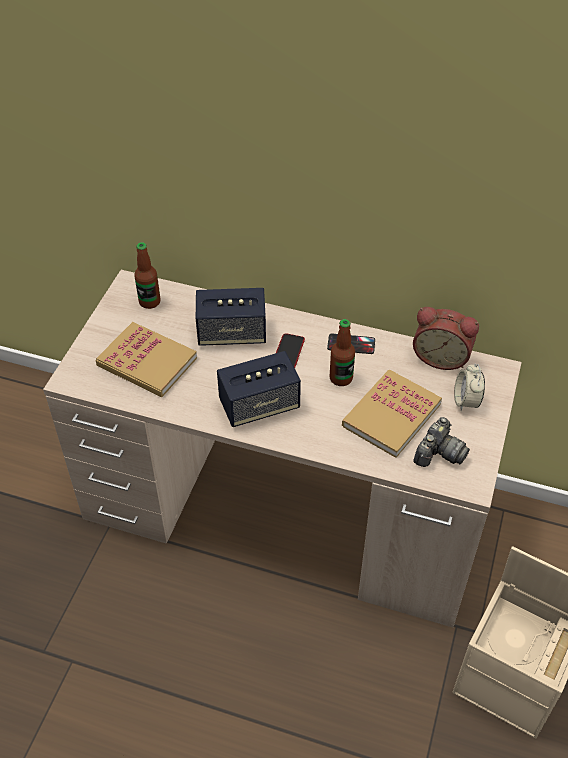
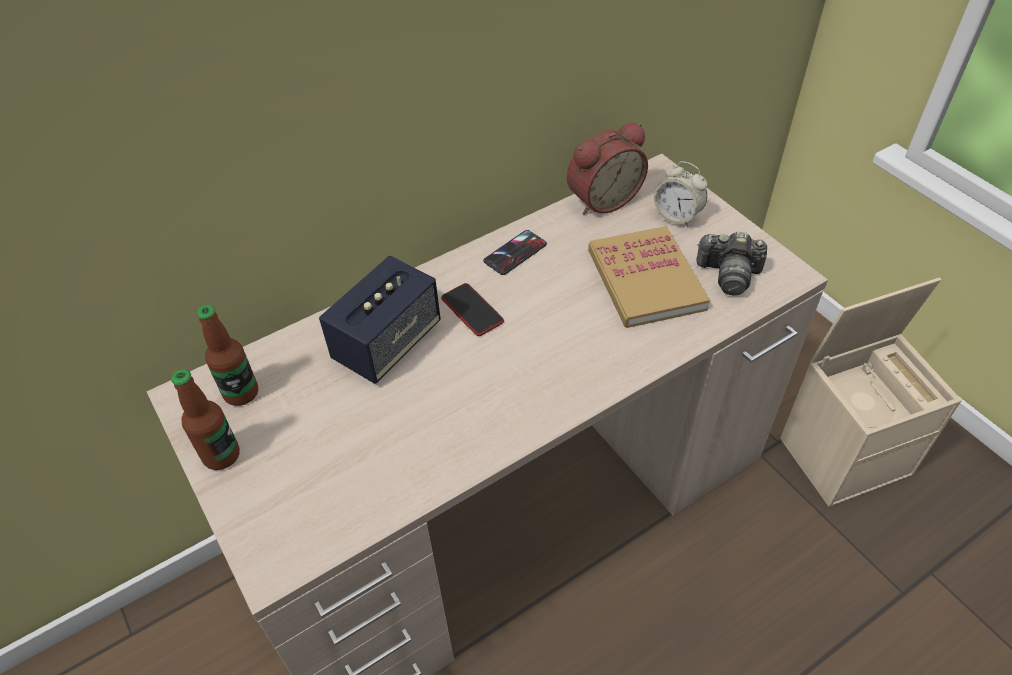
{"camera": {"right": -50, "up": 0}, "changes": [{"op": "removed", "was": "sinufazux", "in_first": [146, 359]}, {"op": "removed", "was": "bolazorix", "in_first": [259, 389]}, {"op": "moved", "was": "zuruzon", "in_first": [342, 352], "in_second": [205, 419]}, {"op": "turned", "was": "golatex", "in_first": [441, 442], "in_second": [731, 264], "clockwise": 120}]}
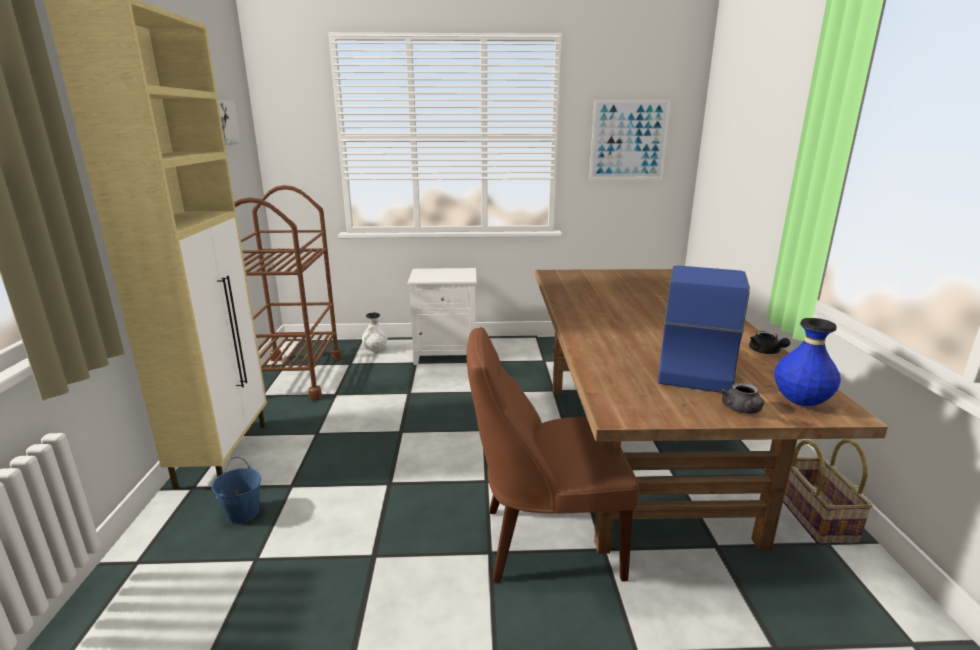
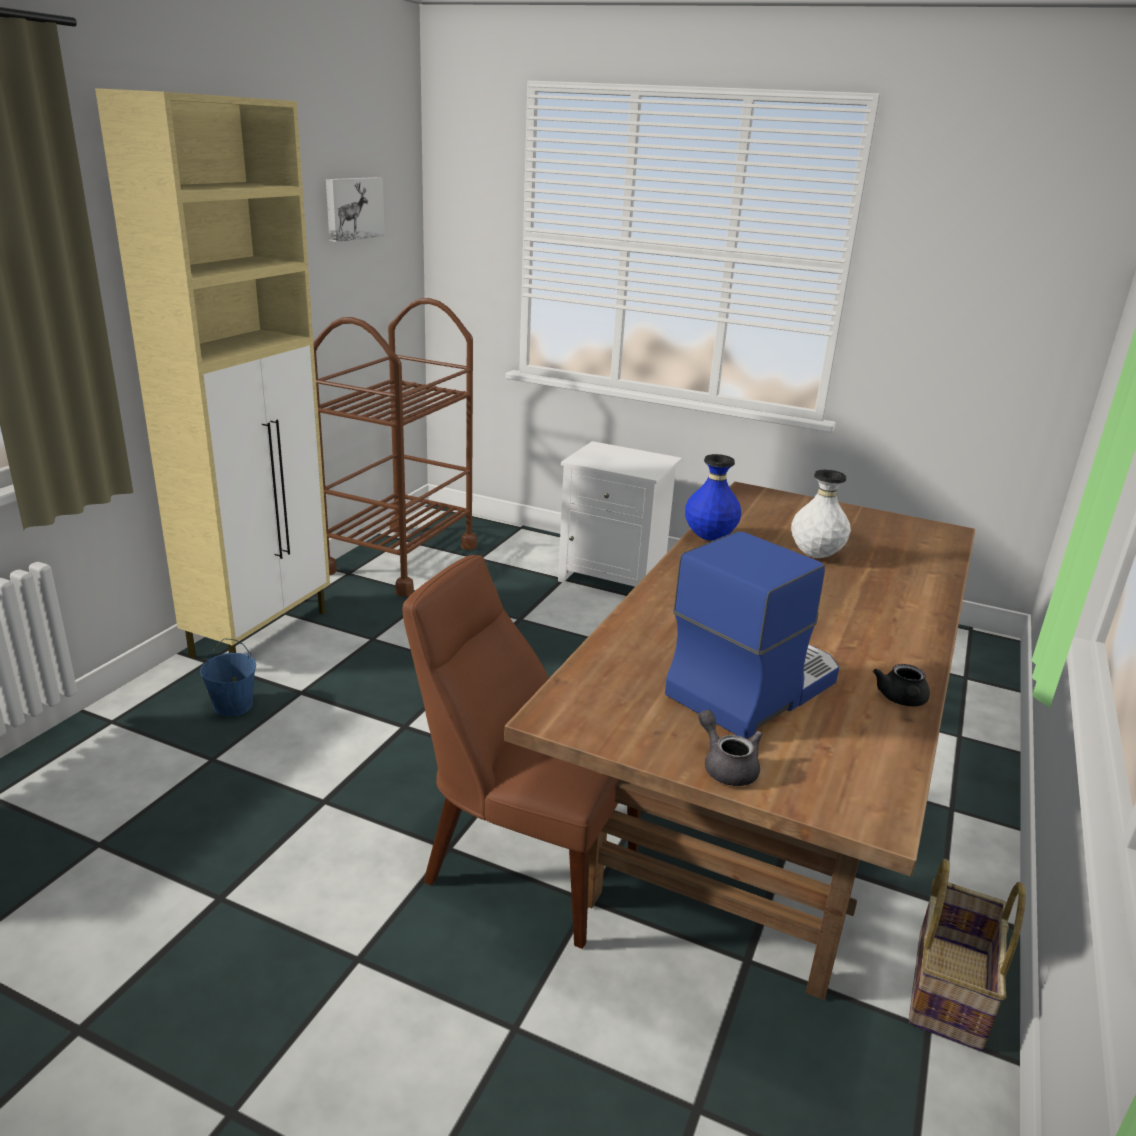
{"camera": {"right": 25, "up": 5}, "changes": [{"op": "moved", "was": "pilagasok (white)", "in_first": [375, 332], "in_second": [821, 514]}, {"op": "removed", "was": "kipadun", "in_first": [630, 139]}, {"op": "turned", "was": "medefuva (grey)", "in_first": [741, 398], "in_second": [730, 748], "clockwise": 120}, {"op": "moved", "was": "pilagasok (blue)", "in_first": [807, 362], "in_second": [713, 497]}]}
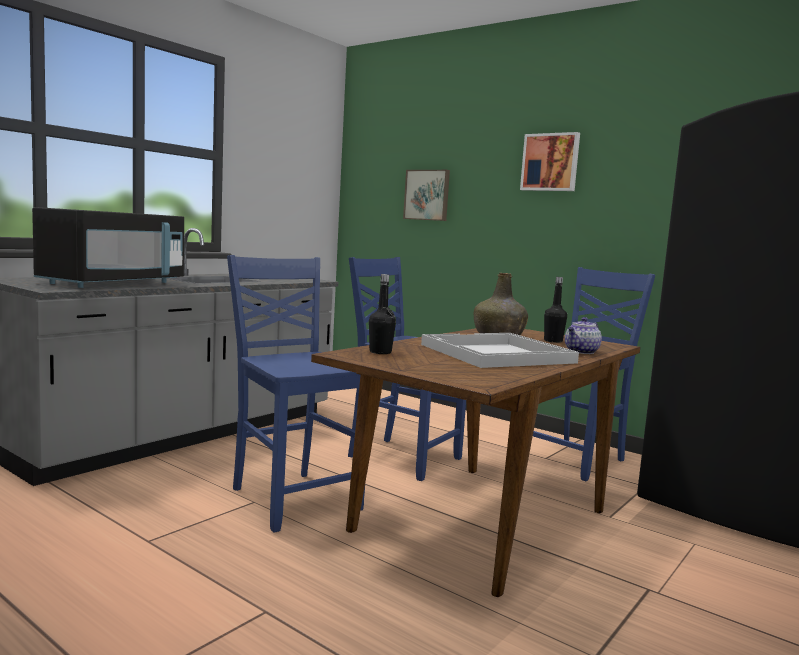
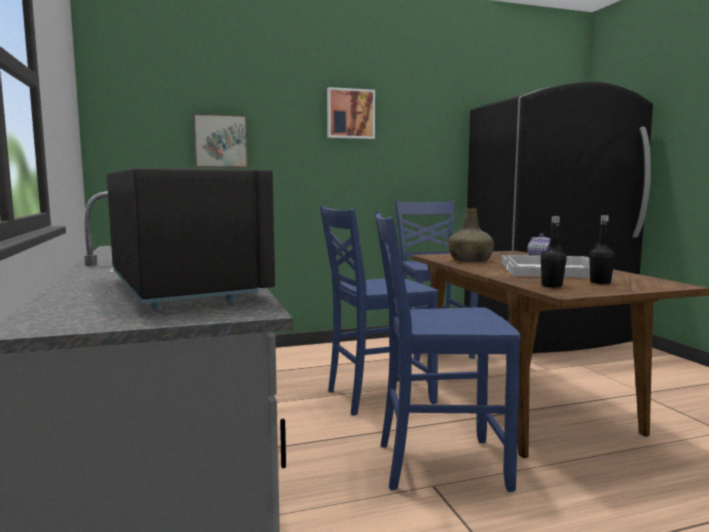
{"camera": {"right": -55, "up": 0}, "changes": [{"op": "moved", "was": "zuruzon (black)", "in_first": [555, 310], "in_second": [602, 249]}]}
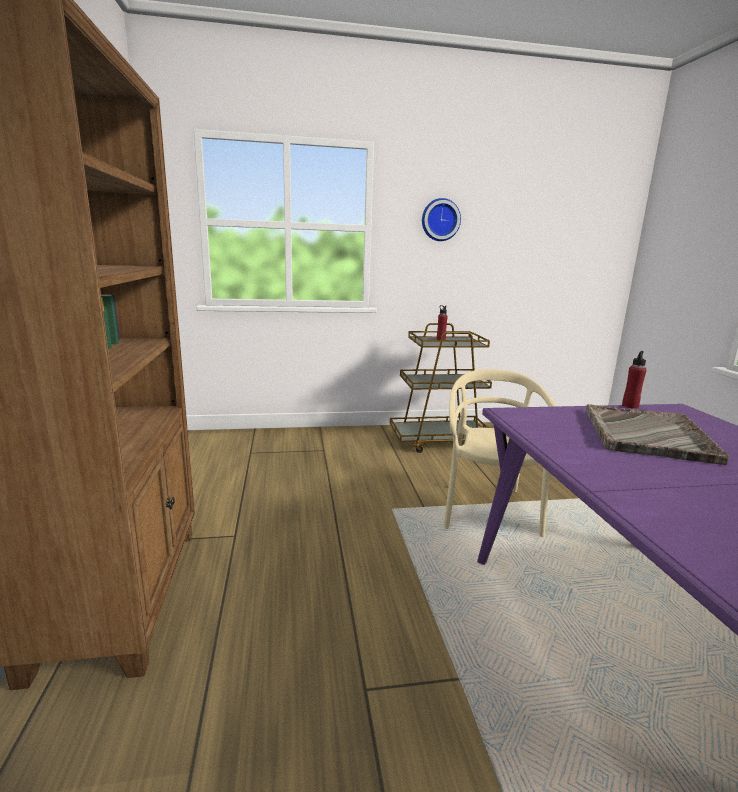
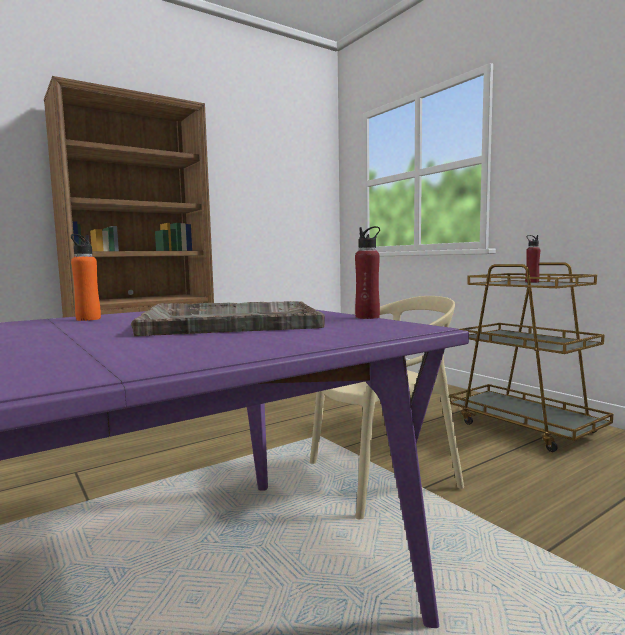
{"camera": {"right": 65, "up": -10}, "changes": [{"op": "removed", "was": "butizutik", "in_first": [441, 219]}, {"op": "added", "now": "zuruzon (orange)", "in_second": [86, 277]}]}
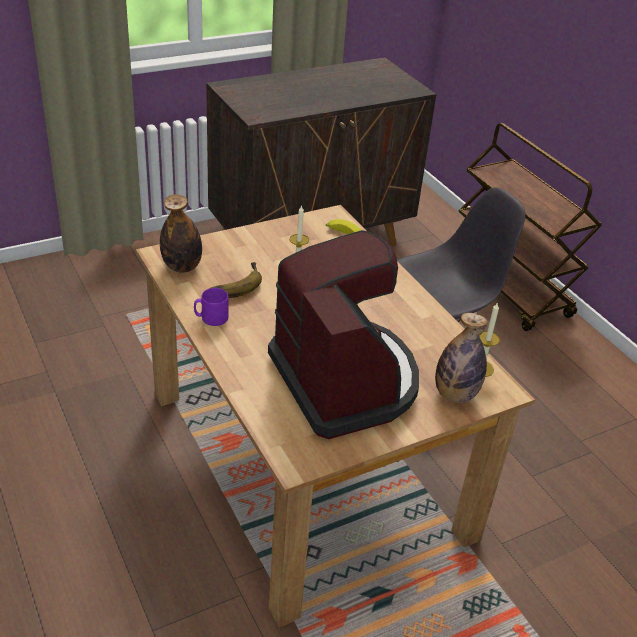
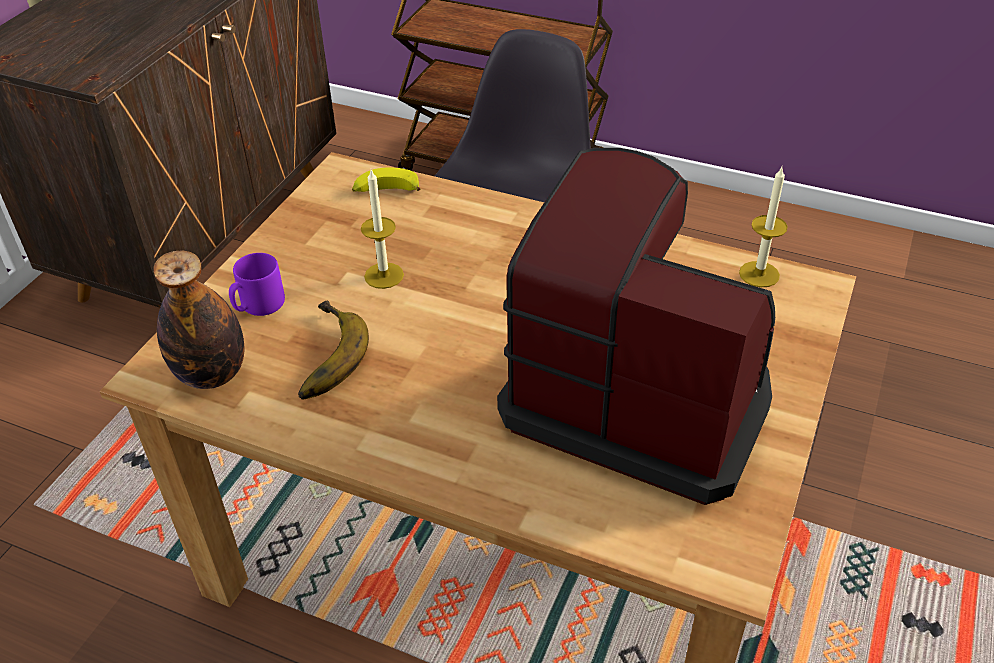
{"camera": {"right": -35, "up": 5}, "changes": [{"op": "moved", "was": "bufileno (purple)", "in_first": [211, 307], "in_second": [257, 284]}, {"op": "removed", "was": "zuruzon", "in_first": [461, 358]}]}
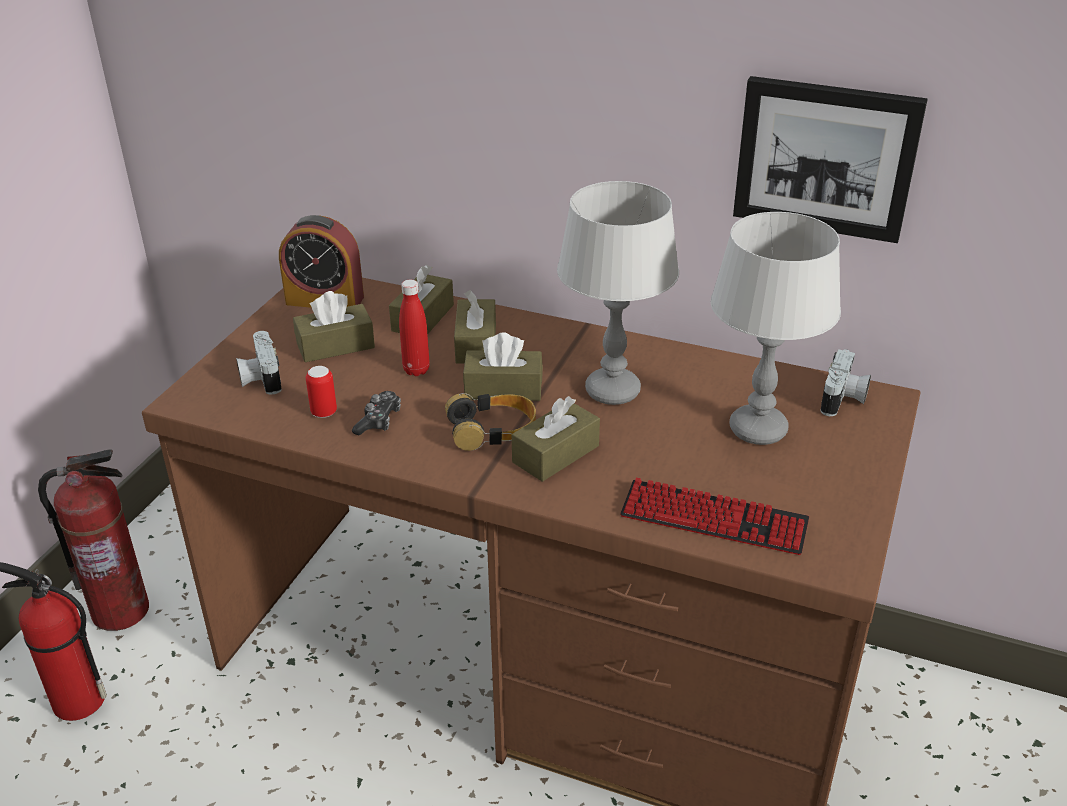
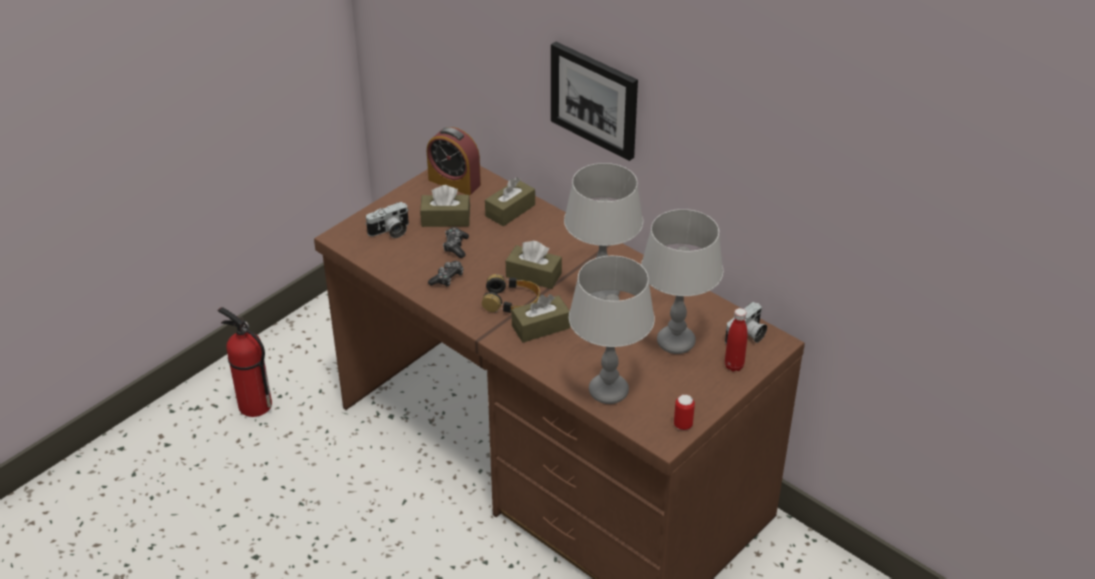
{"camera": {"right": 20, "up": 5}, "changes": [{"op": "removed", "was": "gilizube", "in_first": [93, 540]}, {"op": "turned", "was": "golatex", "in_first": [259, 363], "in_second": [387, 220], "clockwise": -120}, {"op": "moved", "was": "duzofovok", "in_first": [321, 392], "in_second": [684, 412]}, {"op": "moved", "was": "zuruzon (red)", "in_first": [414, 328], "in_second": [736, 340]}, {"op": "removed", "was": "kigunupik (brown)", "in_first": [475, 327]}, {"op": "replaced", "was": "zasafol", "now": "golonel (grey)", "in_first": [714, 516], "in_second": [612, 330]}, {"op": "moved", "was": "kipadun", "in_first": [830, 159], "in_second": [594, 101]}, {"op": "added", "now": "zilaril", "in_second": [456, 242]}]}
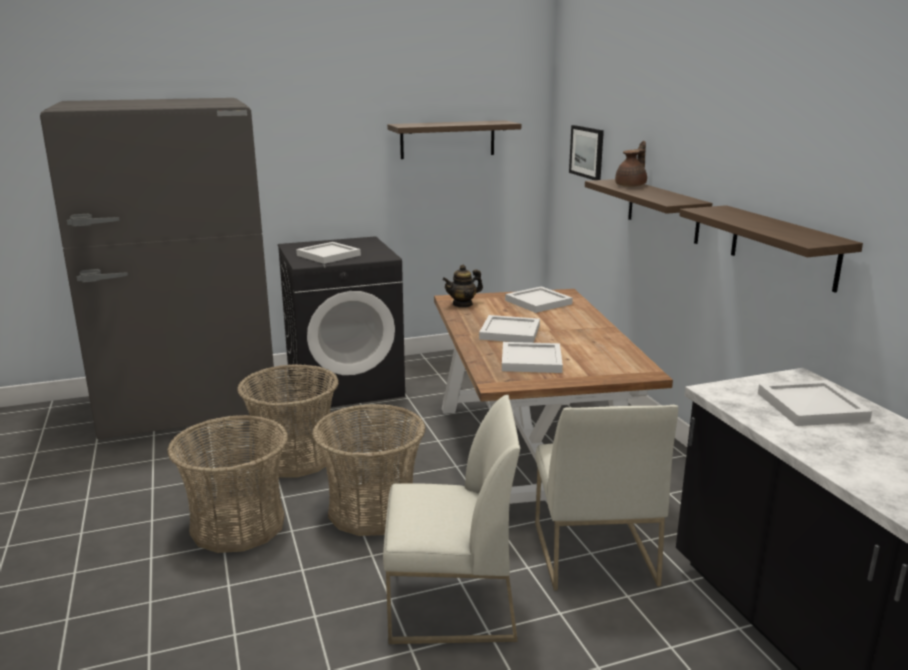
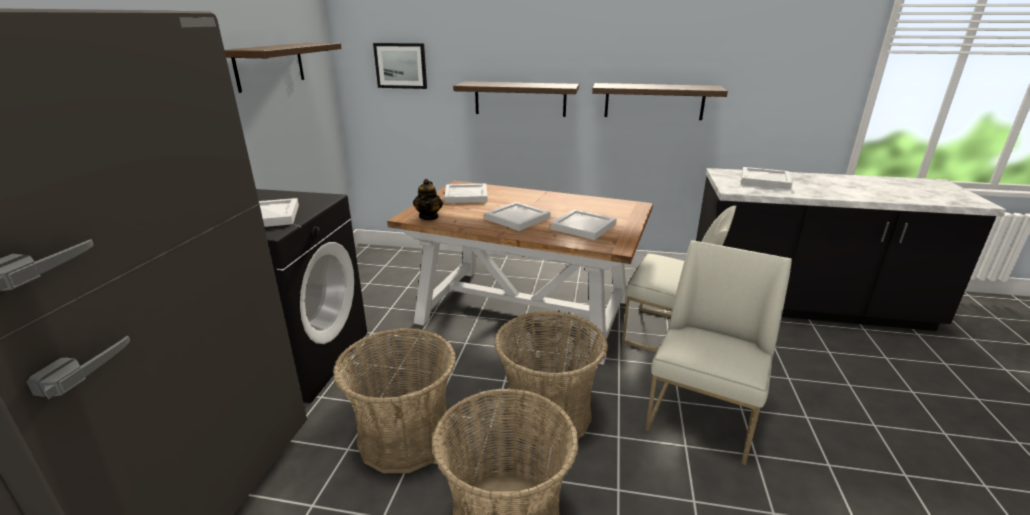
{"camera": {"right": -60, "up": 5}, "changes": [{"op": "removed", "was": "medefuva (brown)", "in_first": [631, 164]}]}
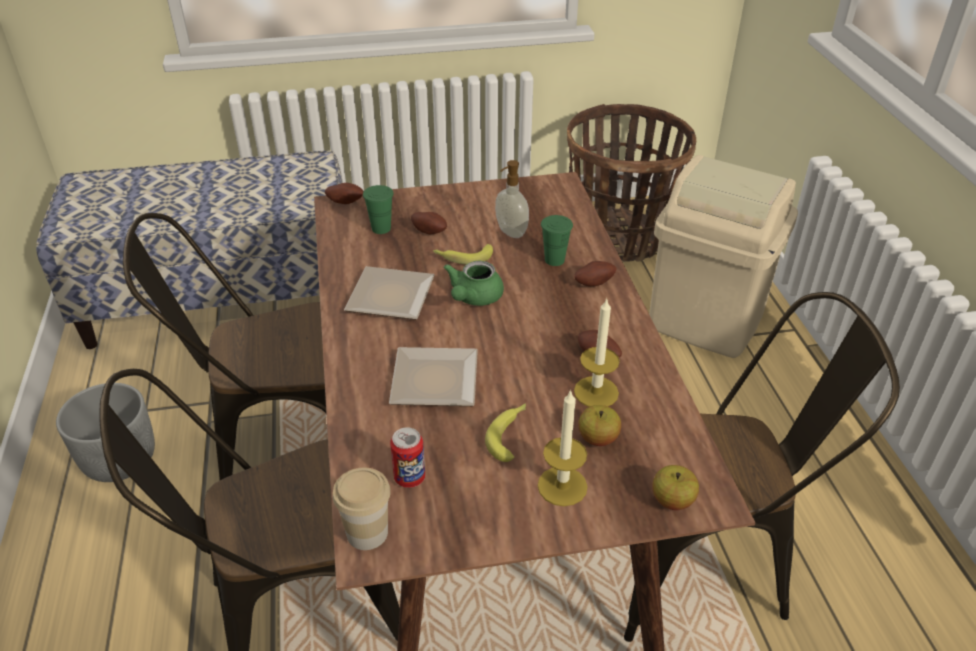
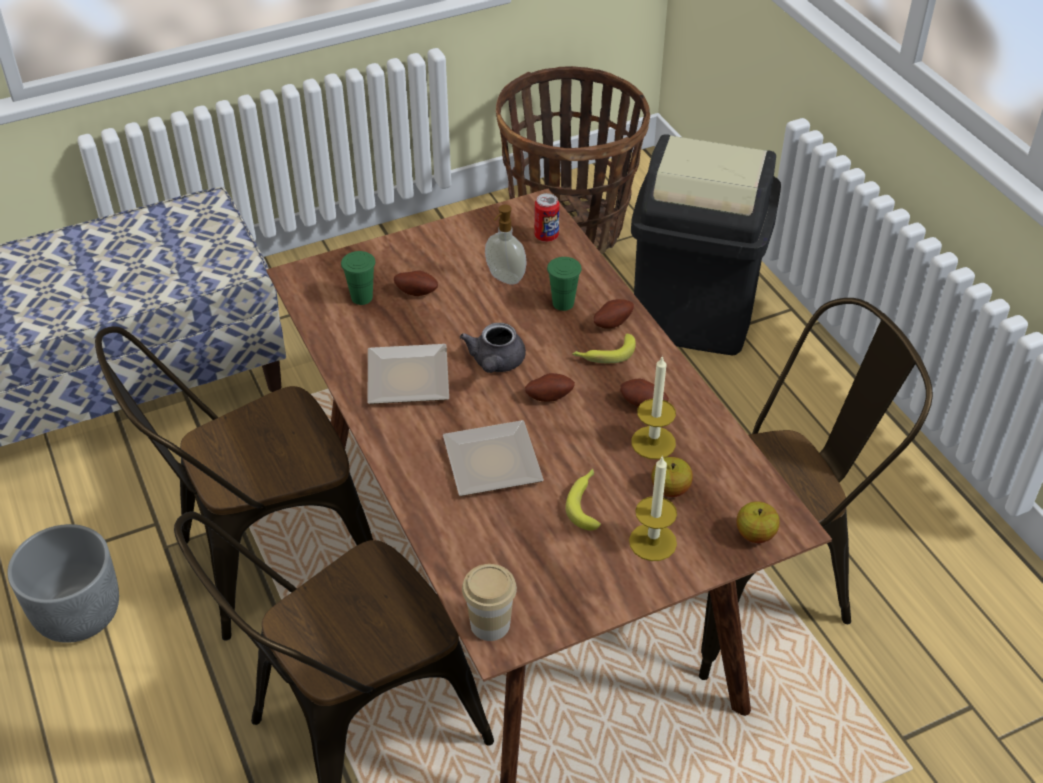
{"camera": {"right": -15, "up": 5}, "changes": [{"op": "moved", "was": "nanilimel", "in_first": [344, 193], "in_second": [550, 387]}, {"op": "moved", "was": "duzofovok", "in_first": [407, 457], "in_second": [547, 217]}, {"op": "moved", "was": "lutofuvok", "in_first": [463, 254], "in_second": [604, 348]}, {"op": "recoloured", "was": "medefuva (green)", "now": "medefuva (grey)", "in_first": [473, 283], "in_second": [493, 348]}, {"op": "recoloured", "was": "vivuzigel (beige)", "now": "vivuzigel (black)", "in_first": [723, 256], "in_second": [706, 244]}]}
